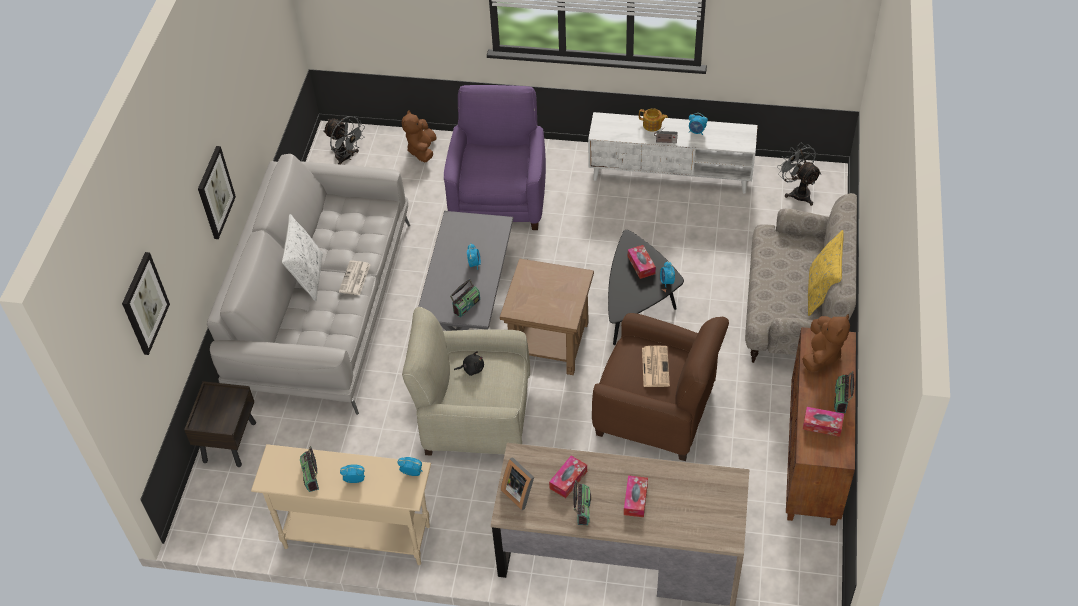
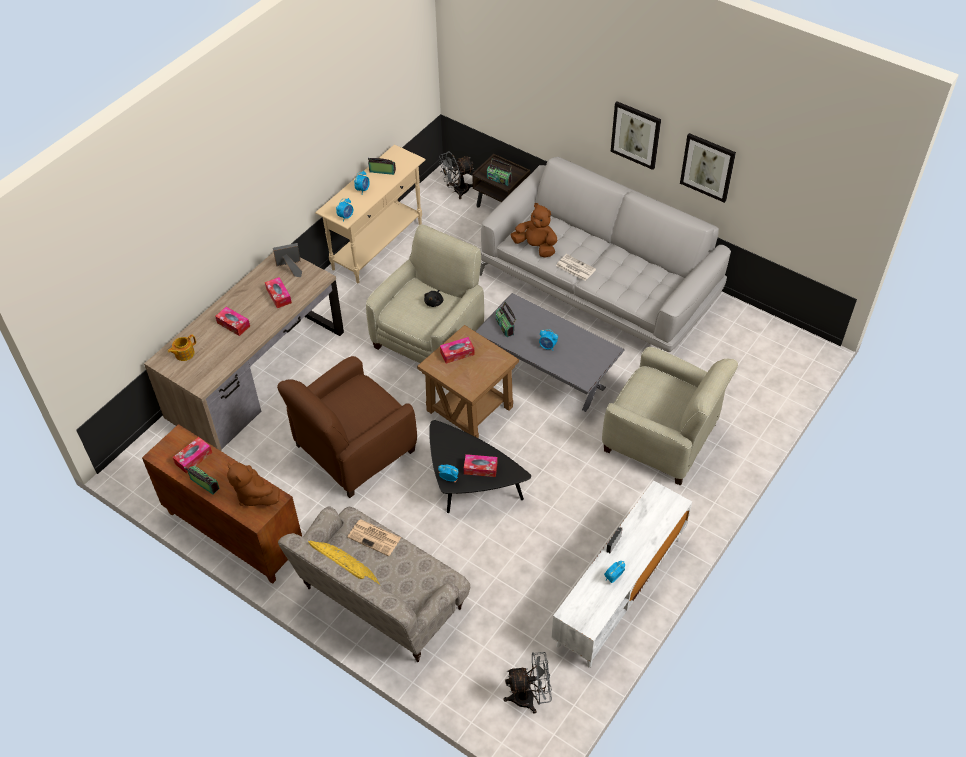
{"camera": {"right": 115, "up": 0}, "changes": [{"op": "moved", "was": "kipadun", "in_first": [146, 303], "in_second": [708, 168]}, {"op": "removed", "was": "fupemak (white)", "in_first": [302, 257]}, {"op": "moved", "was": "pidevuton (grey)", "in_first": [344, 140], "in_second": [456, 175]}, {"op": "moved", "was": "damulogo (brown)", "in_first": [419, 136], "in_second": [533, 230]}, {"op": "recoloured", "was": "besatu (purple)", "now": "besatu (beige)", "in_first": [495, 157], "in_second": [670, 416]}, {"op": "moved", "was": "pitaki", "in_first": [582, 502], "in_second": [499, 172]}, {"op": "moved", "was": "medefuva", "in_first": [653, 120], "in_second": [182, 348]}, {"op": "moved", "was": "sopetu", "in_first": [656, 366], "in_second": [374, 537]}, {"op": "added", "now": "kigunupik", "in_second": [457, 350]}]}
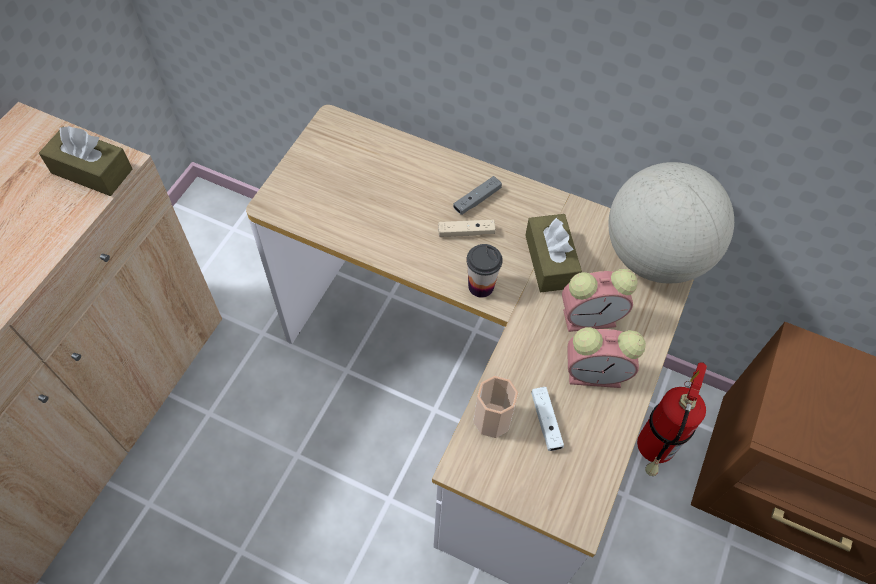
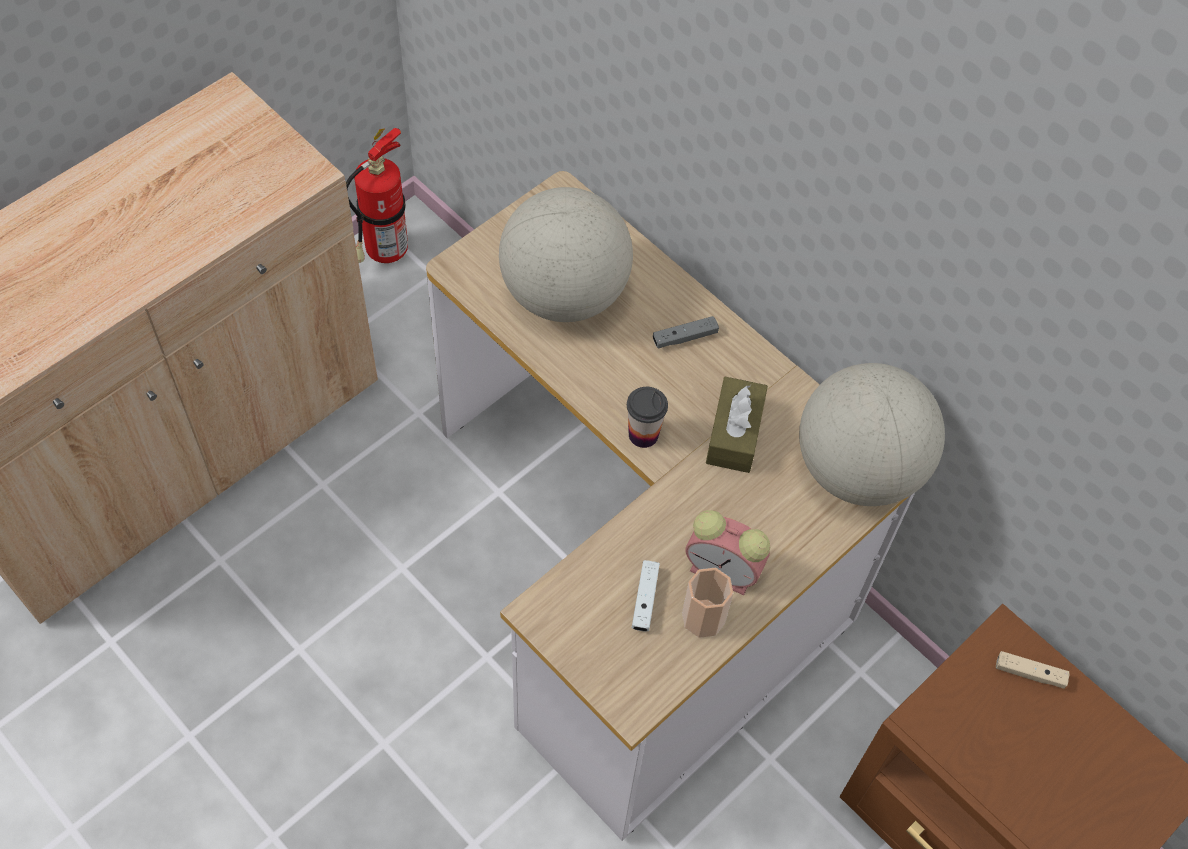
{"camera": {"right": 20, "up": 0}, "changes": [{"op": "removed", "was": "kigunupik (brown)", "in_first": [86, 161]}, {"op": "moved", "was": "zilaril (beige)", "in_first": [467, 228], "in_second": [1033, 670]}, {"op": "moved", "was": "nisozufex", "in_first": [495, 407], "in_second": [707, 603]}, {"op": "removed", "was": "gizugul", "in_first": [600, 300]}, {"op": "moved", "was": "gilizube", "in_first": [672, 419], "in_second": [377, 195]}, {"op": "added", "now": "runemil", "in_second": [566, 254]}]}
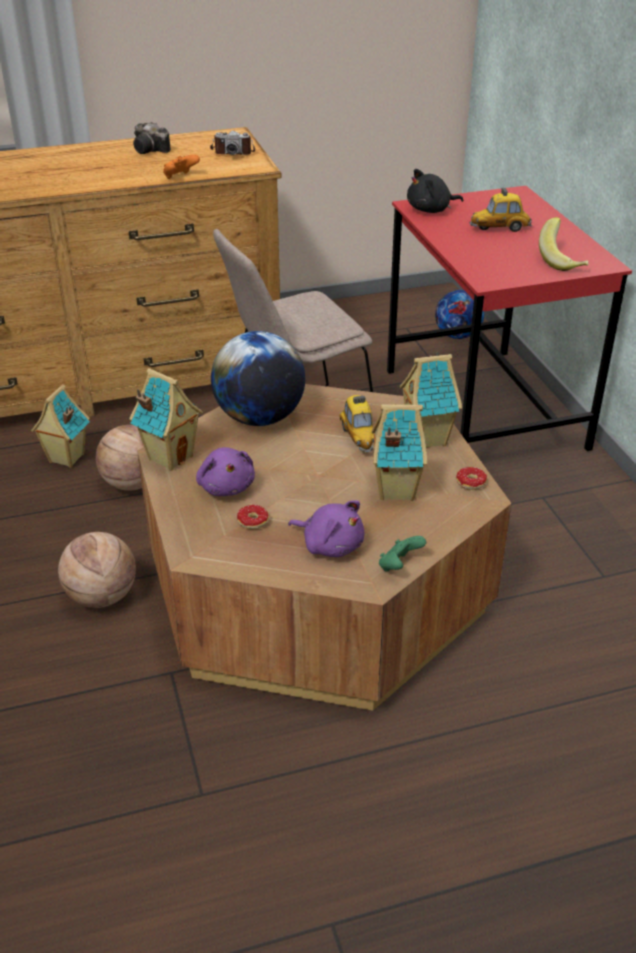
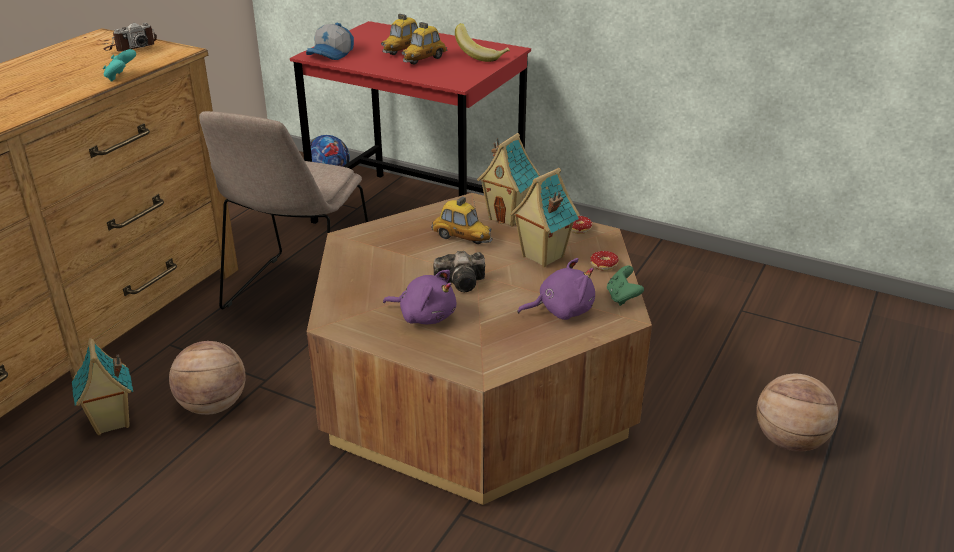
{"camera": {"right": -45, "up": -5}, "changes": [{"op": "moved", "was": "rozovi", "in_first": [97, 570], "in_second": [797, 413]}, {"op": "removed", "was": "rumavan", "in_first": [166, 419]}, {"op": "moved", "was": "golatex", "in_first": [152, 138], "in_second": [459, 271]}, {"op": "recoloured", "was": "zilaril (orange)", "now": "zilaril (turquoise)", "in_first": [181, 166], "in_second": [119, 65]}, {"op": "removed", "was": "runemil", "in_first": [258, 378]}, {"op": "moved", "was": "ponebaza", "in_first": [253, 517], "in_second": [605, 260]}, {"op": "replaced", "was": "damulogo (black)", "now": "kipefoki", "in_first": [435, 191], "in_second": [330, 41]}, {"op": "added", "now": "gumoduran", "in_second": [424, 43]}]}
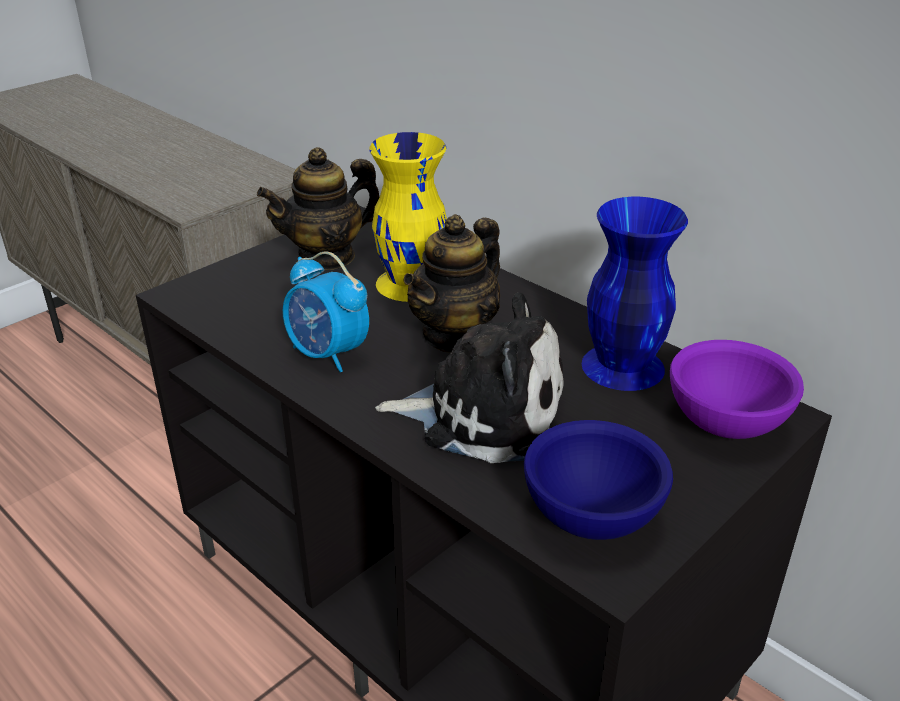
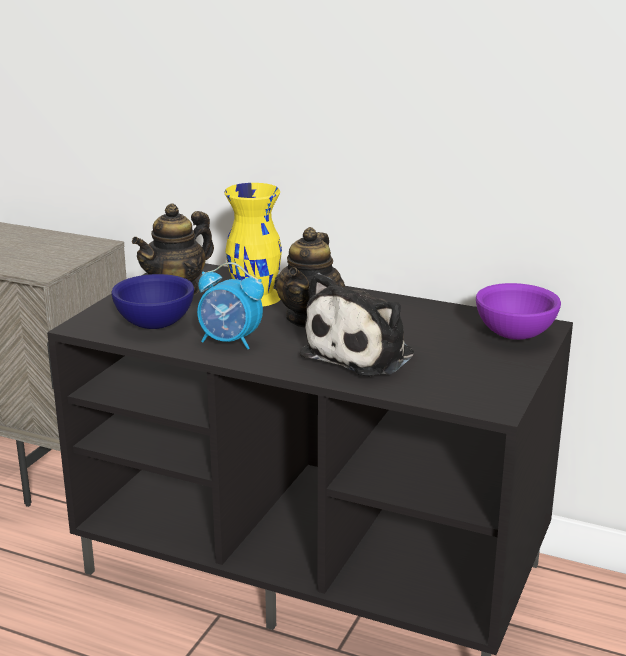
{"camera": {"right": -20, "up": -10}, "changes": [{"op": "turned", "was": "damulogo", "in_first": [469, 378], "in_second": [357, 324], "clockwise": 135}, {"op": "moved", "was": "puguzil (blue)", "in_first": [598, 480], "in_second": [152, 301]}, {"op": "removed", "was": "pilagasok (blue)", "in_first": [635, 294]}]}
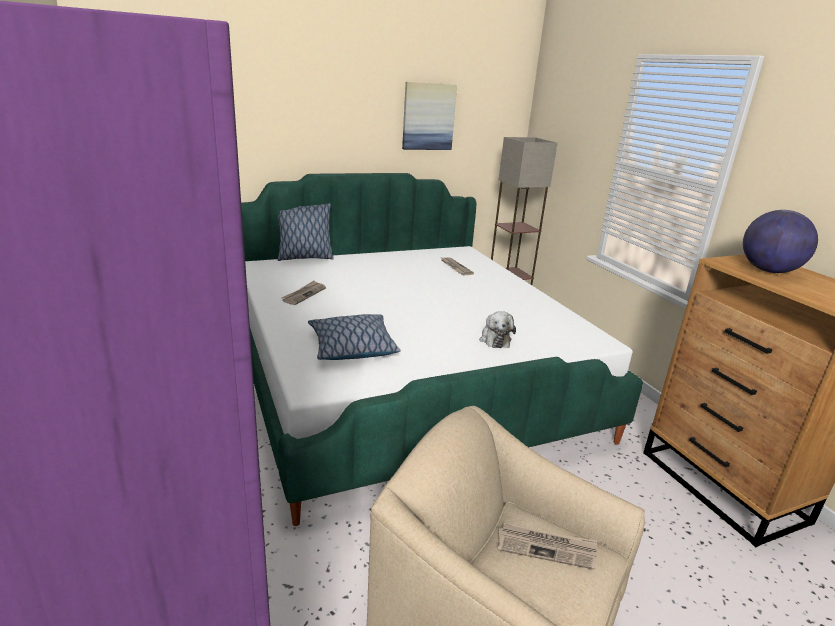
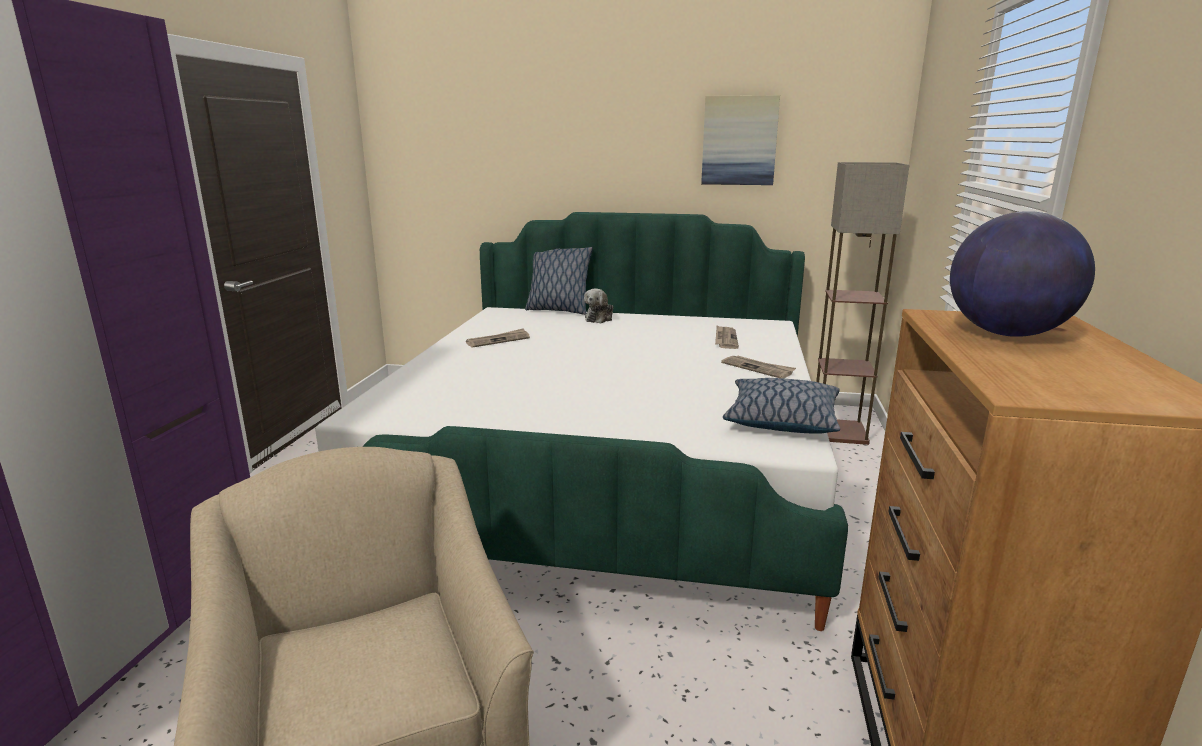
{"camera": {"right": 35, "up": -5}, "changes": [{"op": "moved", "was": "fupemak", "in_first": [354, 337], "in_second": [781, 406]}, {"op": "moved", "was": "damulogo", "in_first": [498, 329], "in_second": [598, 305]}, {"op": "moved", "was": "sopetu", "in_first": [547, 546], "in_second": [758, 367]}]}
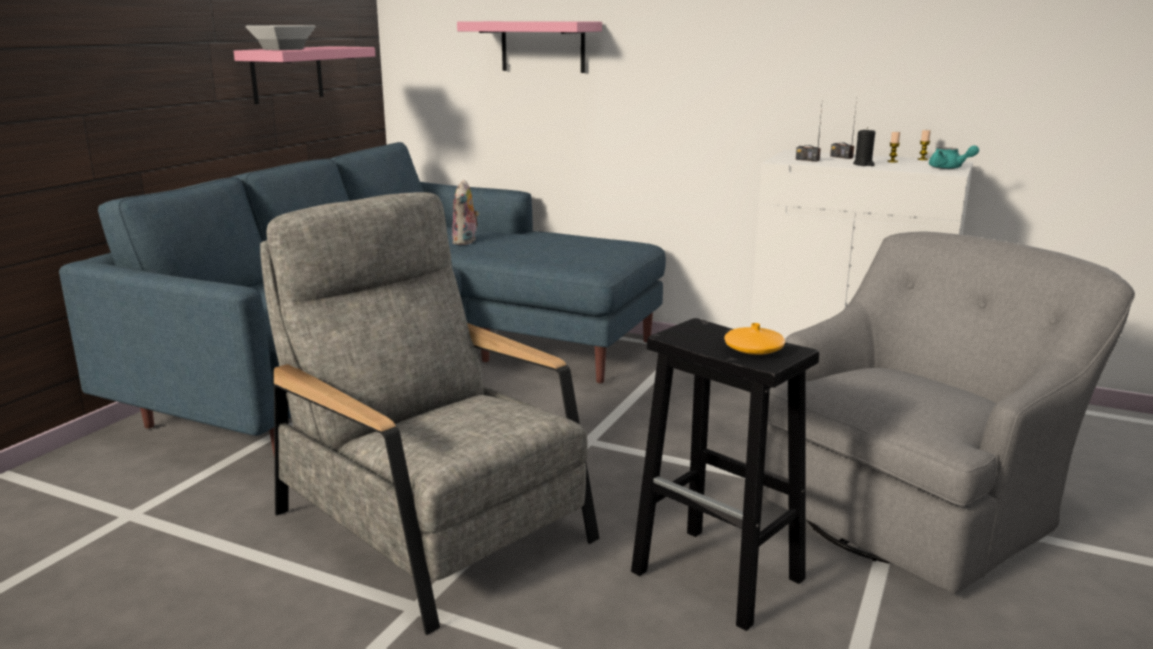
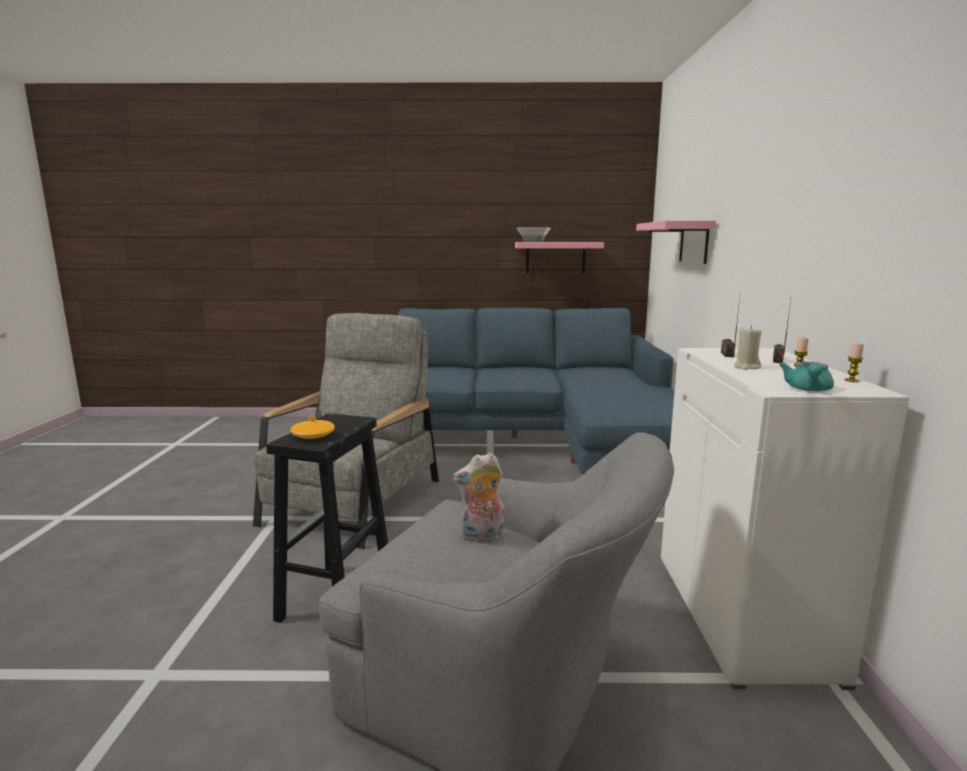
{"camera": {"right": 65, "up": -5}, "changes": [{"op": "moved", "was": "damulogo", "in_first": [465, 212], "in_second": [479, 497]}, {"op": "recoloured", "was": "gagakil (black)", "now": "gagakil (beige)", "in_first": [864, 146], "in_second": [748, 348]}]}
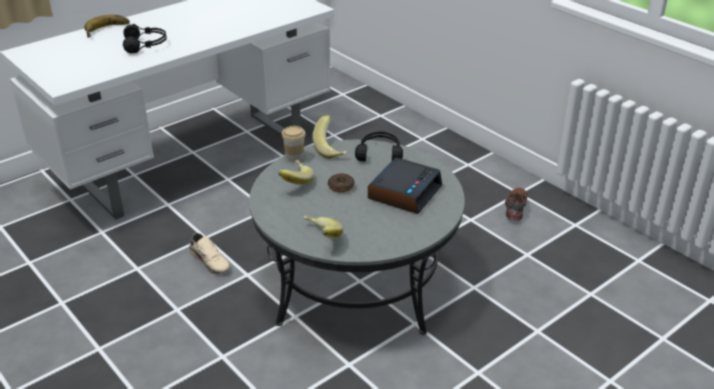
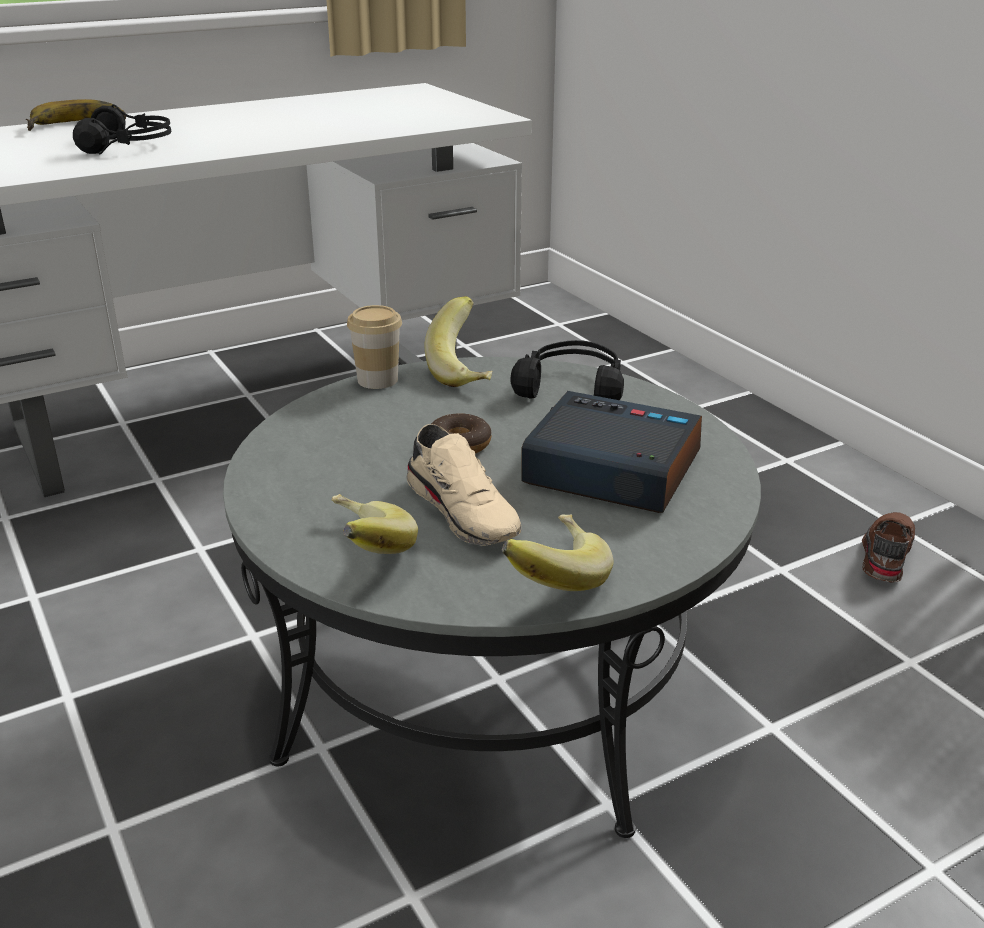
{"camera": {"right": 10, "up": -5}, "changes": [{"op": "moved", "was": "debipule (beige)", "in_first": [209, 253], "in_second": [463, 484]}, {"op": "moved", "was": "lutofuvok", "in_first": [296, 172], "in_second": [557, 552]}, {"op": "turned", "was": "gizugul", "in_first": [405, 186], "in_second": [611, 452], "clockwise": -105}]}
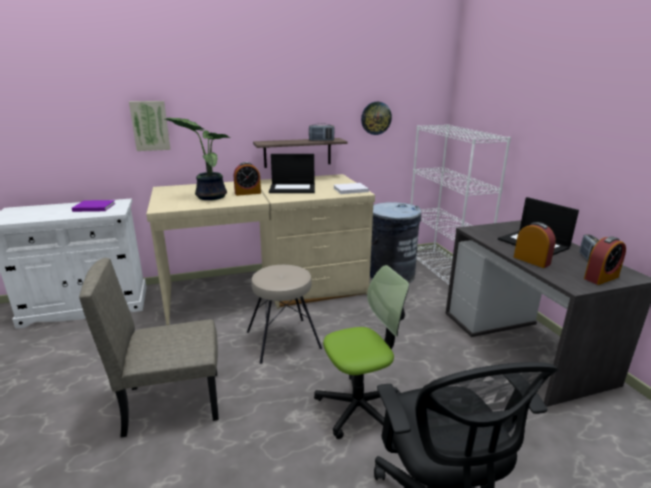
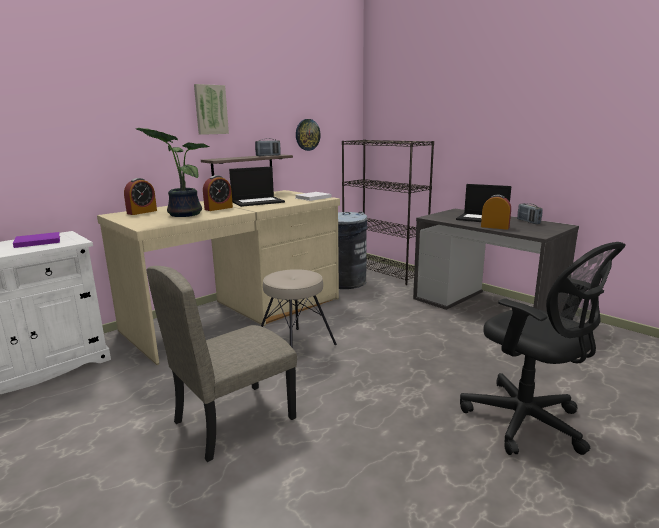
{"camera": {"right": -25, "up": -5}, "changes": [{"op": "moved", "was": "kipadun", "in_first": [149, 126], "in_second": [211, 109]}, {"op": "removed", "was": "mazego", "in_first": [361, 352]}, {"op": "recoloured", "was": "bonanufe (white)", "now": "bonanufe (black)", "in_first": [461, 204], "in_second": [388, 212]}, {"op": "moved", "was": "gizugul", "in_first": [605, 260], "in_second": [140, 196]}]}
